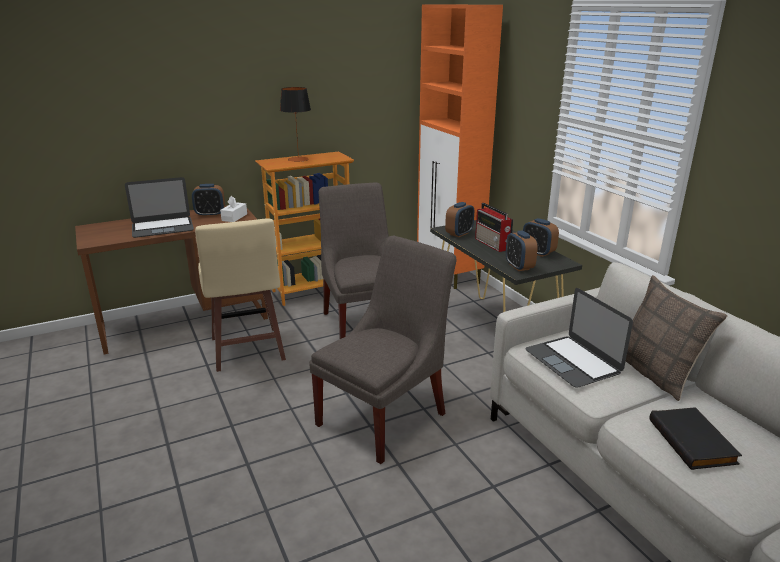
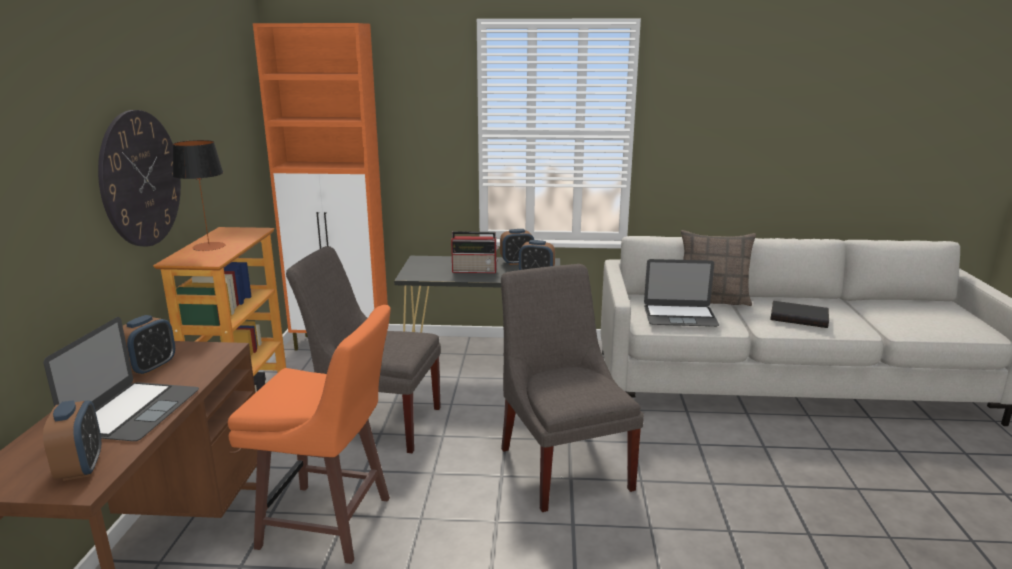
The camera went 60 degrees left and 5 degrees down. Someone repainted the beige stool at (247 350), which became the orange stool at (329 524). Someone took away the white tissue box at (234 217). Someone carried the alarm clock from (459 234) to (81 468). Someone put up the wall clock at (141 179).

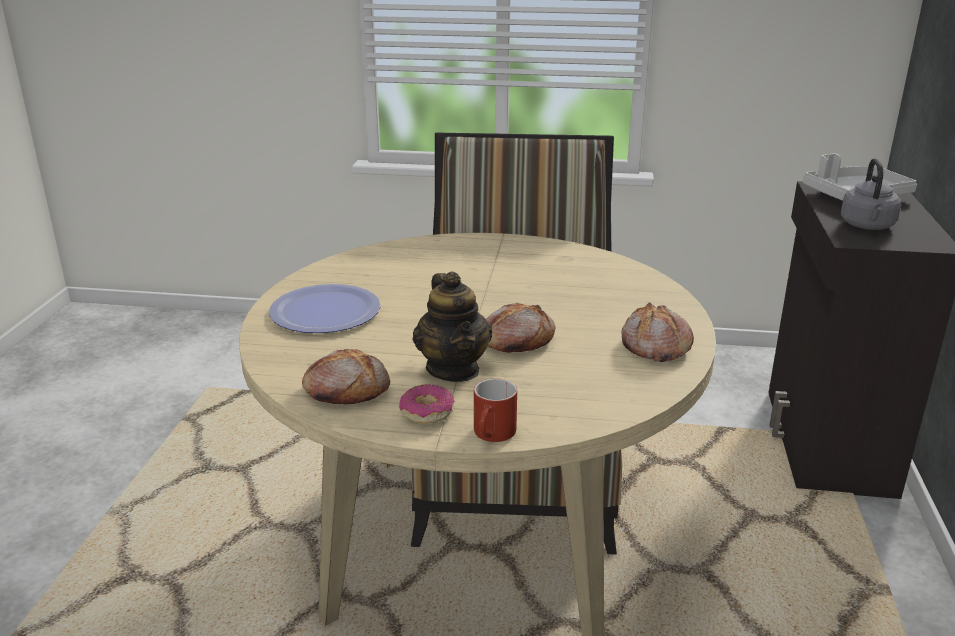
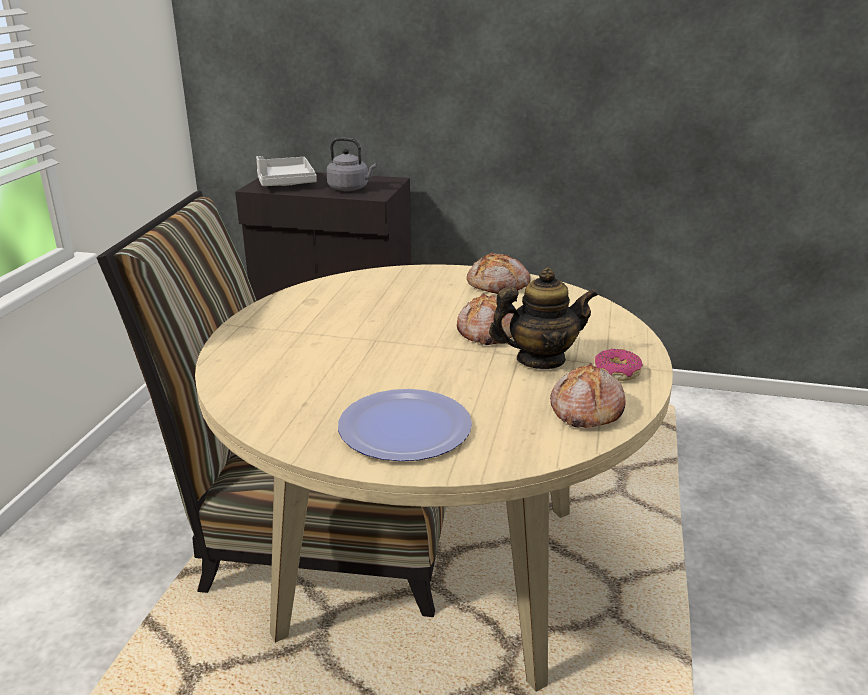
The camera went 85 degrees left and 0 degrees up. Someone took away the red mug at (493 435).

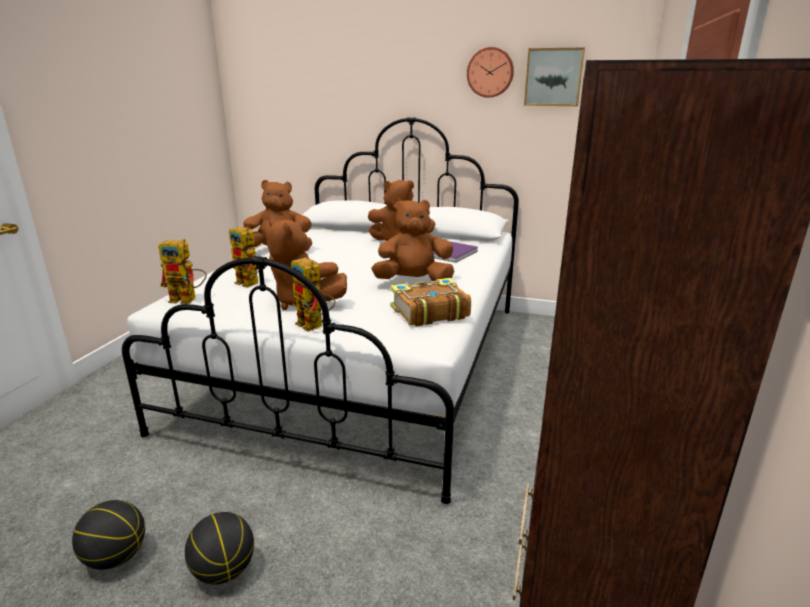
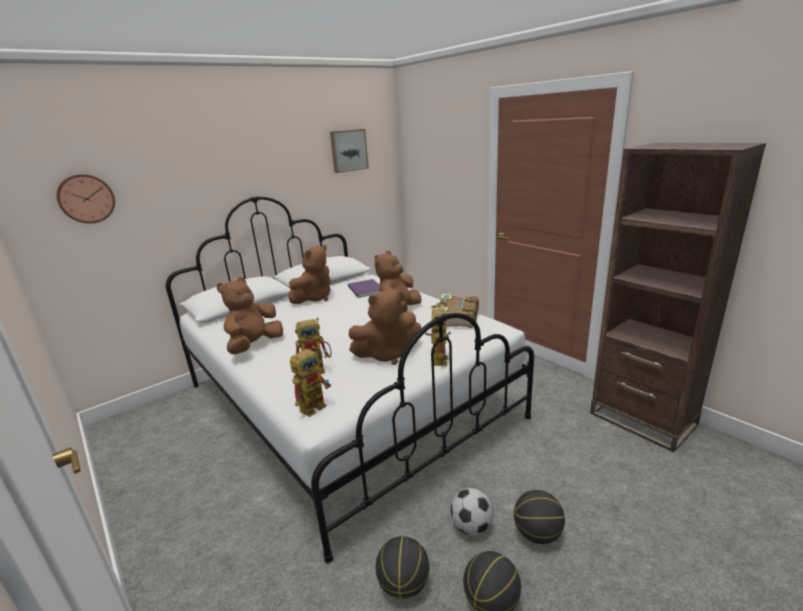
The camera went 55 degrees left and 0 degrees up. Someone rotated the toy robot at (314 326) by 75 degrees counterclockwise. Someone carried the wall clock from (490 72) to (86 198). Someone put down the basketball at (403 584). Someone put down the football at (471 527).

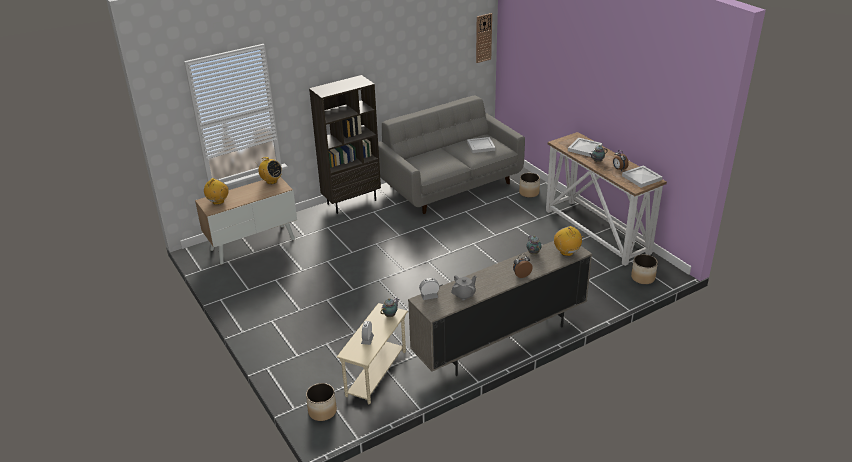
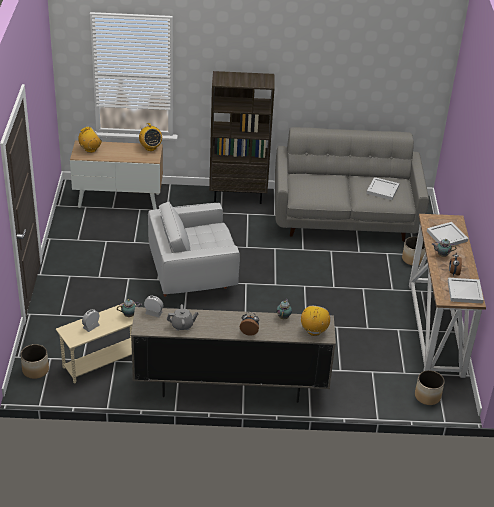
The camera went 30 degrees right and 5 degrees up. Someone took away the wall clock at (483 38). Someone put down the white armchair at (193 274).

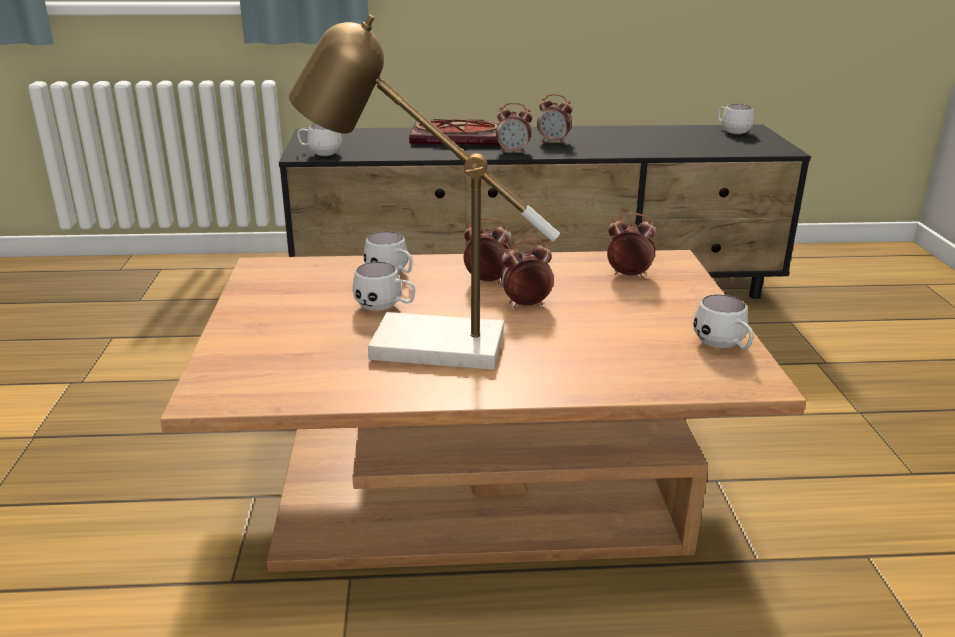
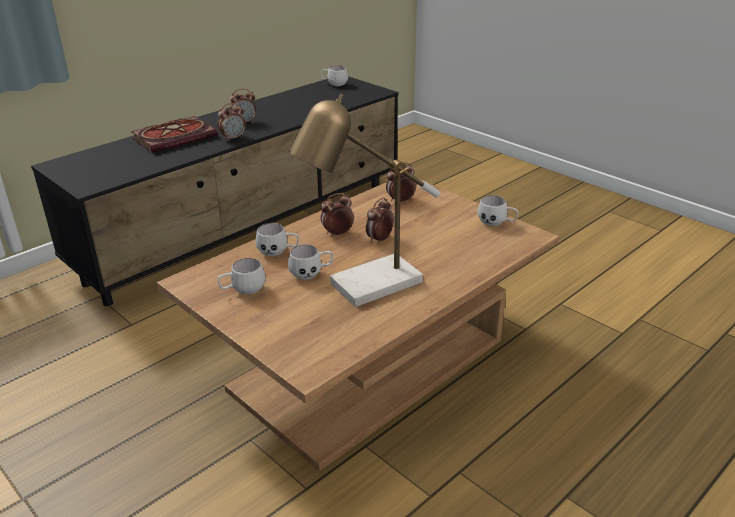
The camera went 40 degrees left and 5 degrees up. Someone carried the white mug from (319 153) to (242 291).

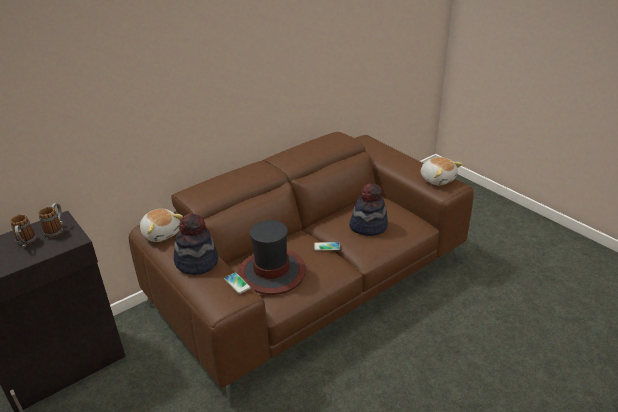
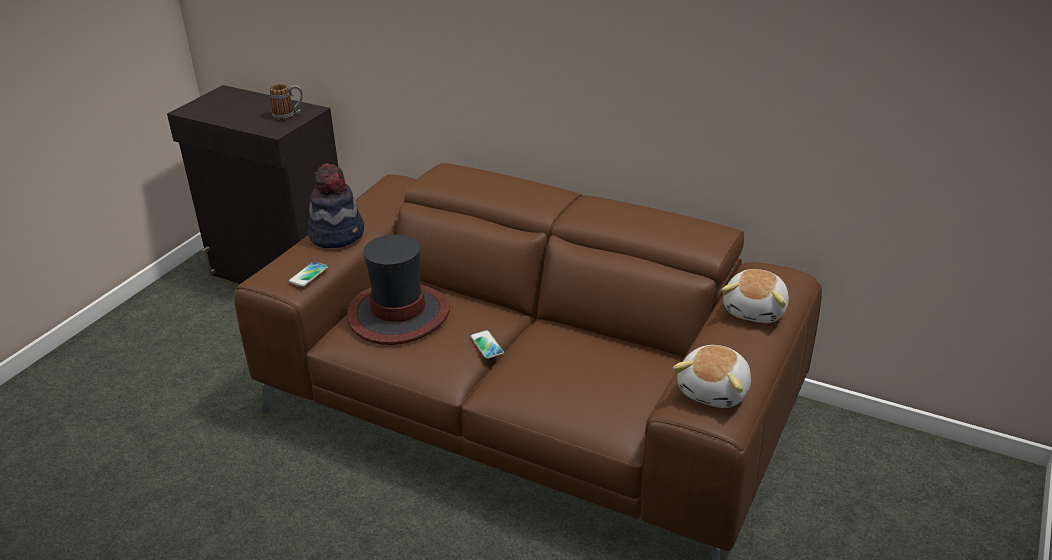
The camera went 65 degrees right and 0 degrees up. Someone took away the mug at (26 243). Someone carried the plush toy from (161 233) to (756 310). Someone took away the hat at (368 226).

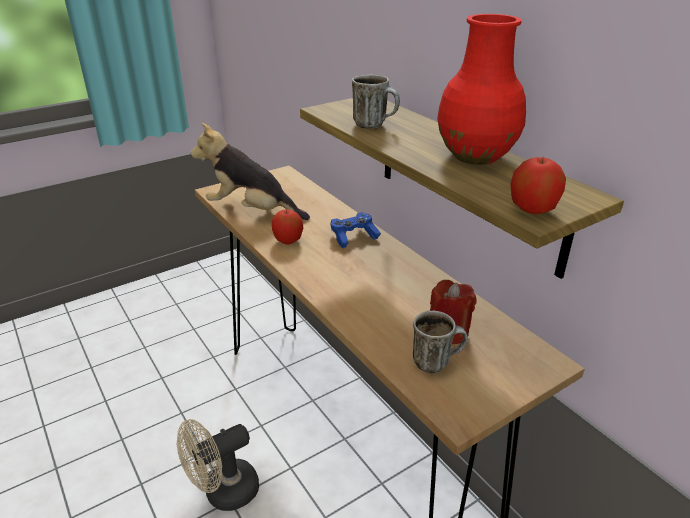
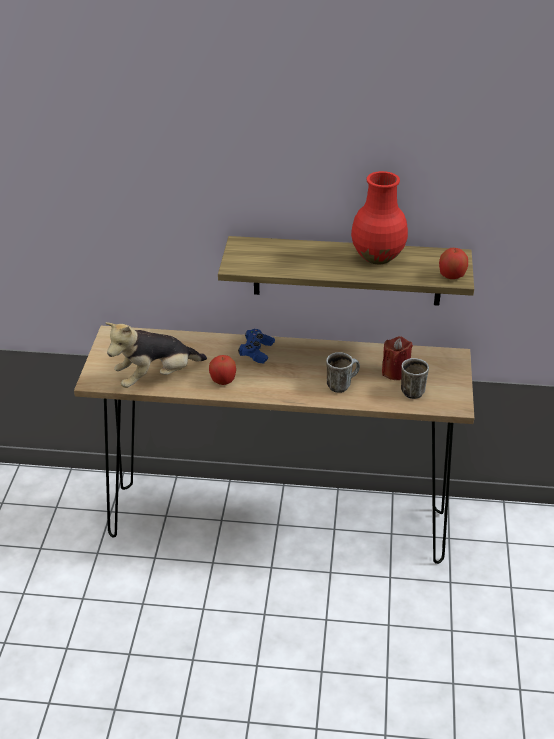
The camera went 50 degrees left and 5 degrees up. Someone took away the beige fan at (223 493). Someone carried the mug from (375 125) to (341 385).

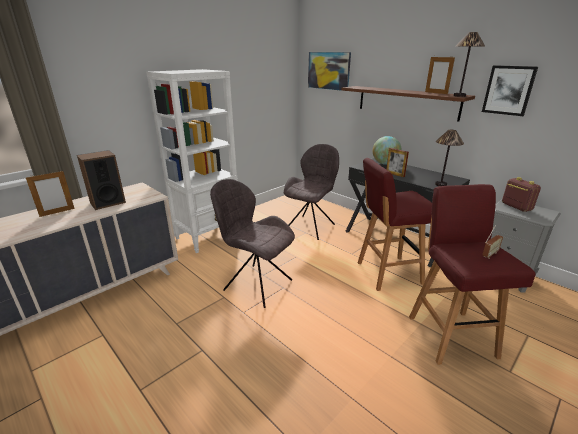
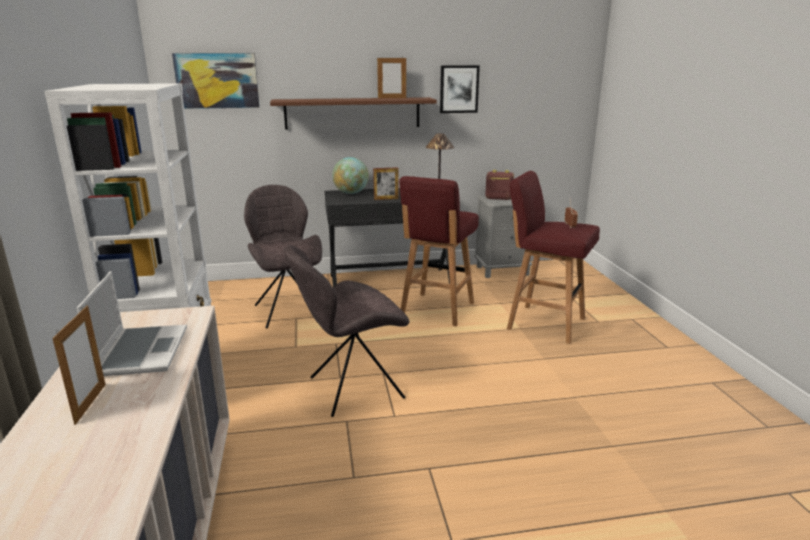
The camera went 55 degrees left and 5 degrees down. Someone swapped the speaker at (107 202) for the laptop at (141 351). Someone took away the table lamp at (459 96).

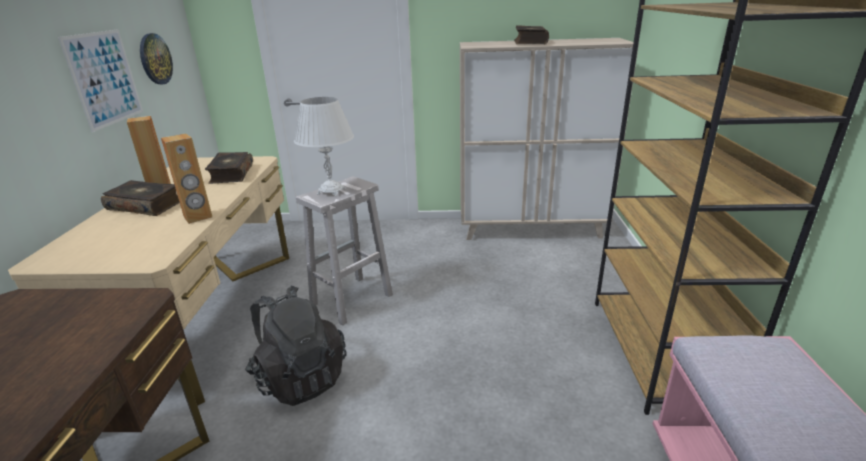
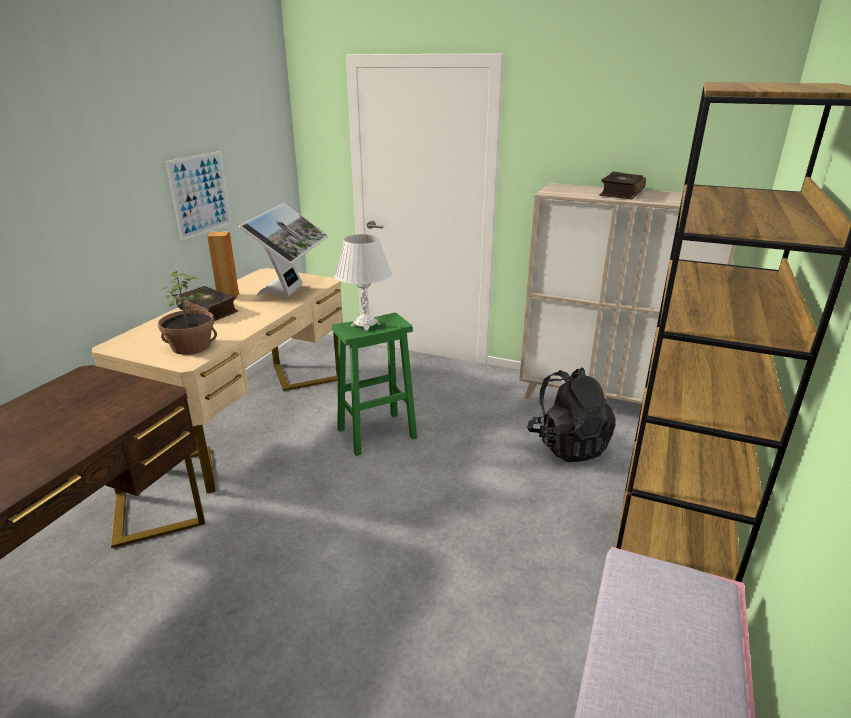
The camera went 20 degrees right and 0 degrees up. Someone took away the wall clock at (155 59). Someone took away the brown speaker at (198 217). Someone swapped the book at (231 174) for the monitor at (291 292). Someone carried the black backpack from (300 378) to (568 445). Someone repainted the white stool at (350 300), which became the green stool at (375 434). Someone put down the potted plant at (191 346).

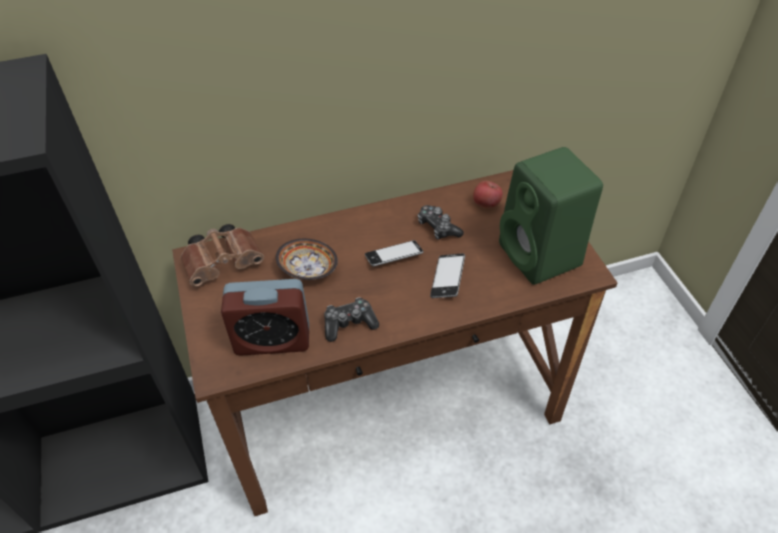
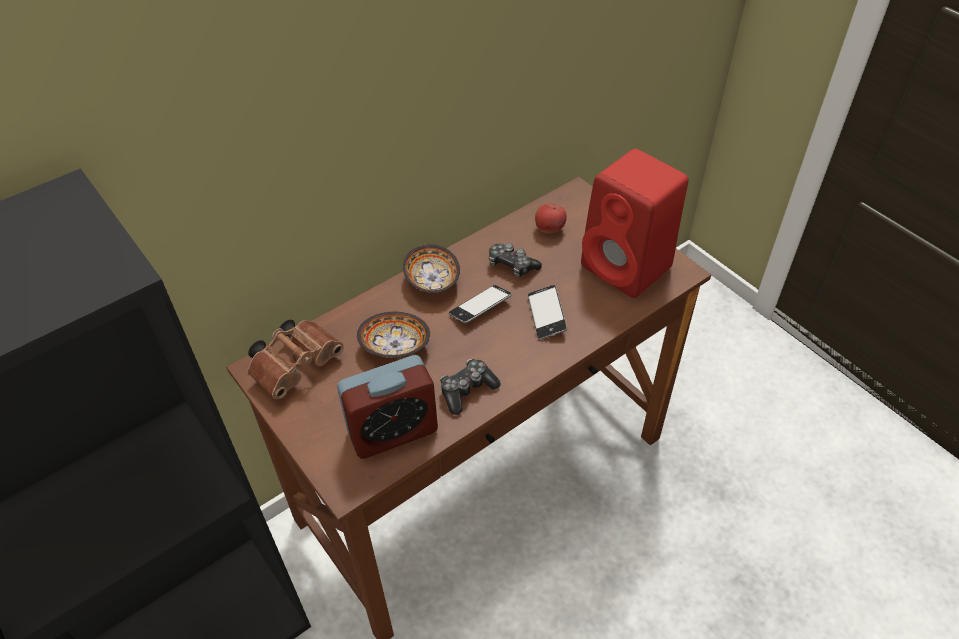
The camera went 20 degrees left and 0 degrees up. Someone repainted the green speaker at (541 256), which became the red speaker at (629 268). Someone put down the bowl at (433 280).

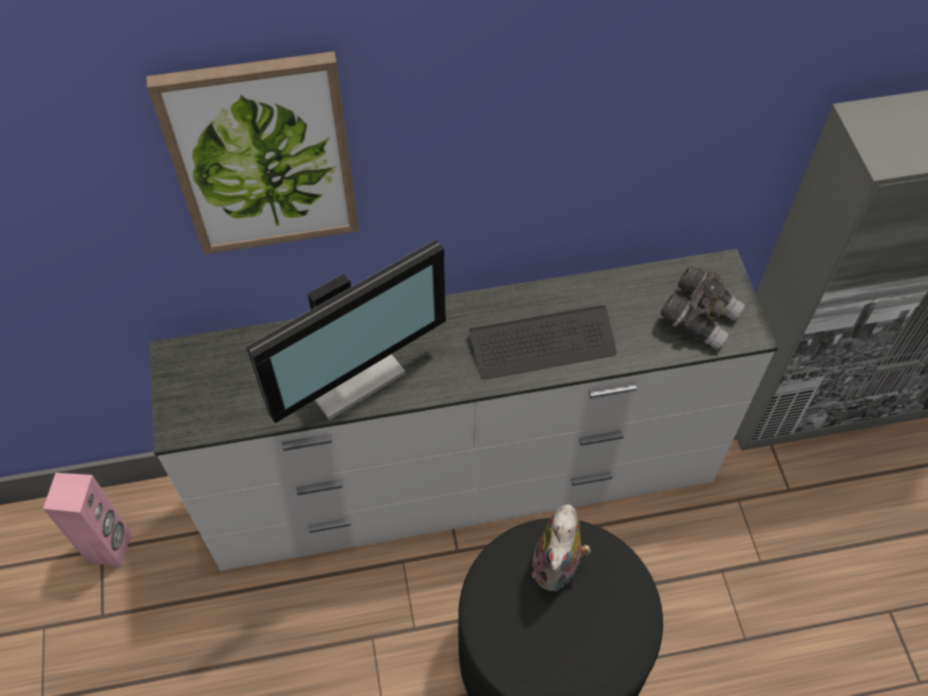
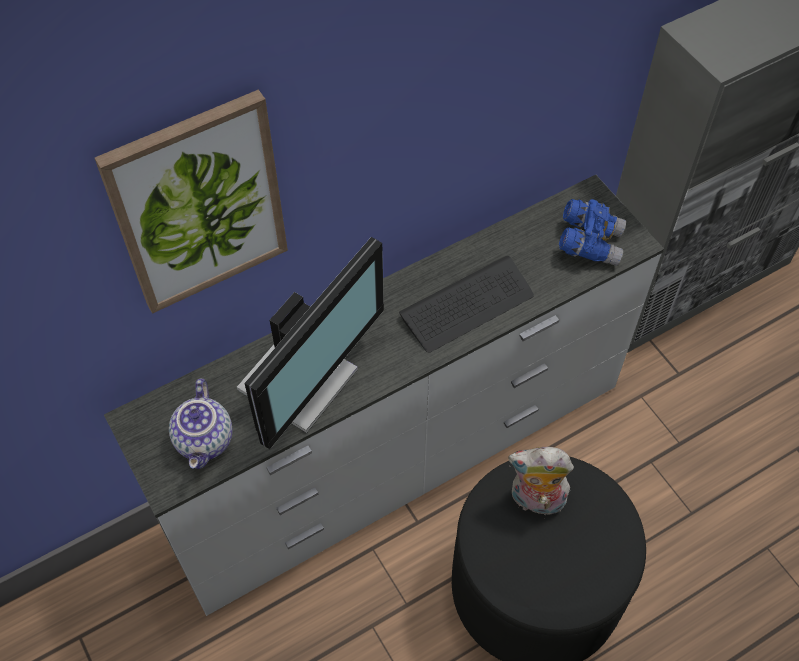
The camera went 20 degrees left and 0 degrees up. Someone took away the pink speaker at (110 547). Someone rotated the plush toy at (558 568) by 105 degrees clockwise. Someone repainted the grey binoculars at (698 317), which became the blue binoculars at (589 242). Someone put down the teapot at (206 440).

